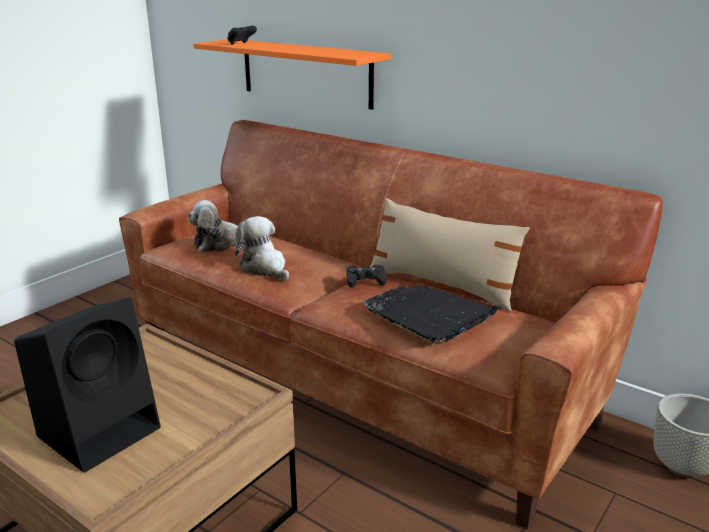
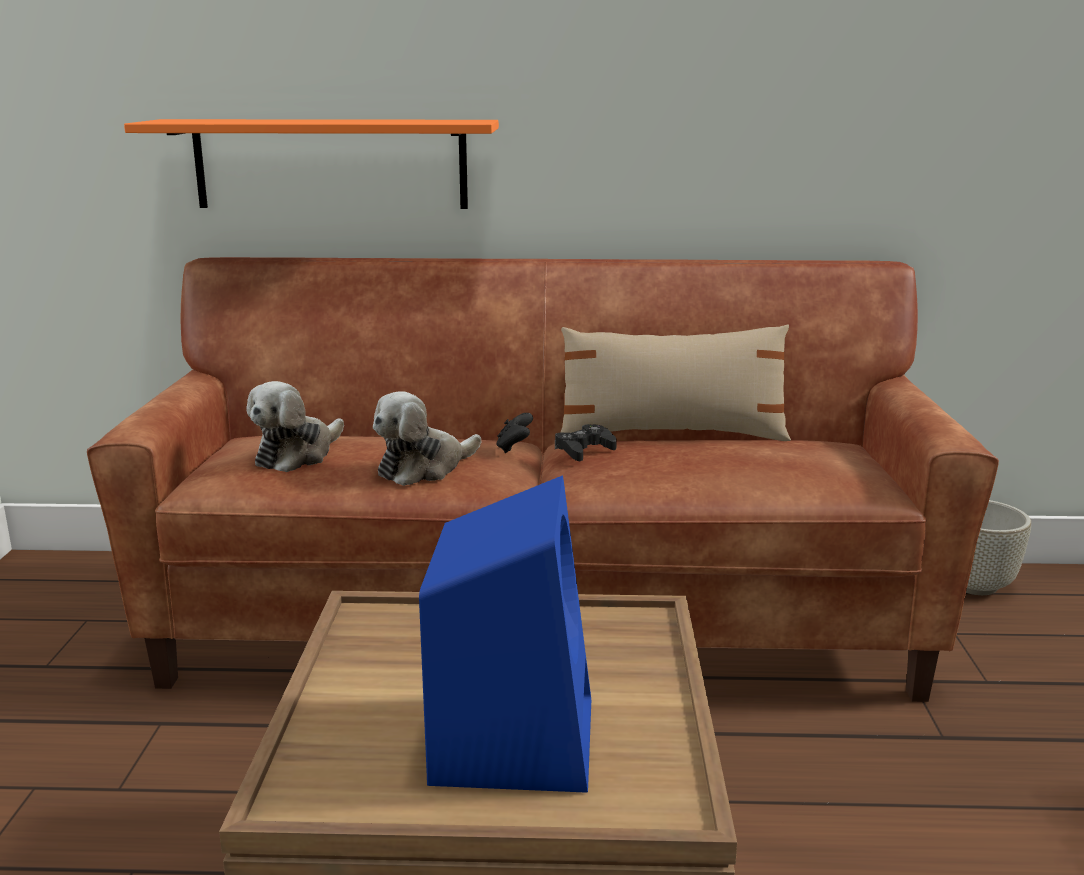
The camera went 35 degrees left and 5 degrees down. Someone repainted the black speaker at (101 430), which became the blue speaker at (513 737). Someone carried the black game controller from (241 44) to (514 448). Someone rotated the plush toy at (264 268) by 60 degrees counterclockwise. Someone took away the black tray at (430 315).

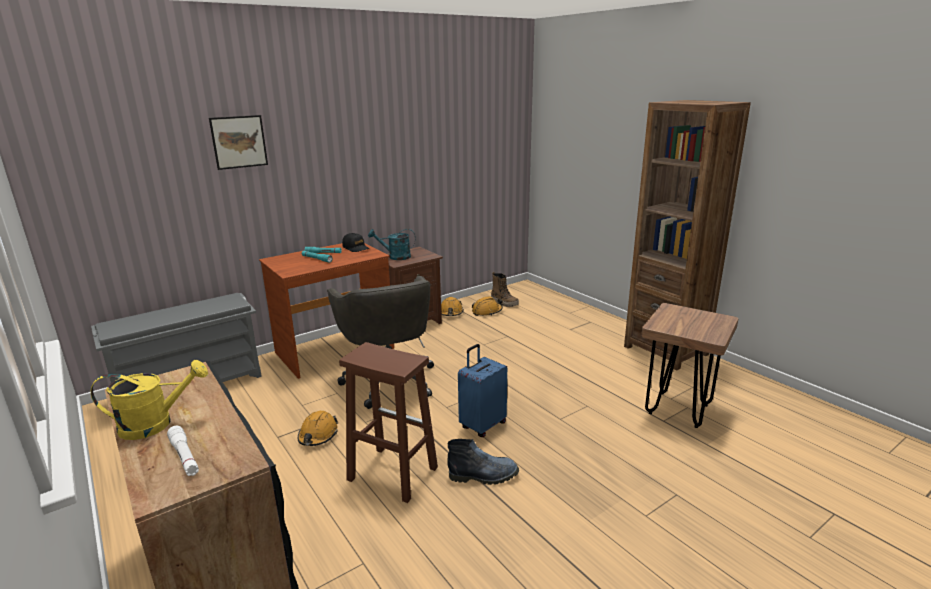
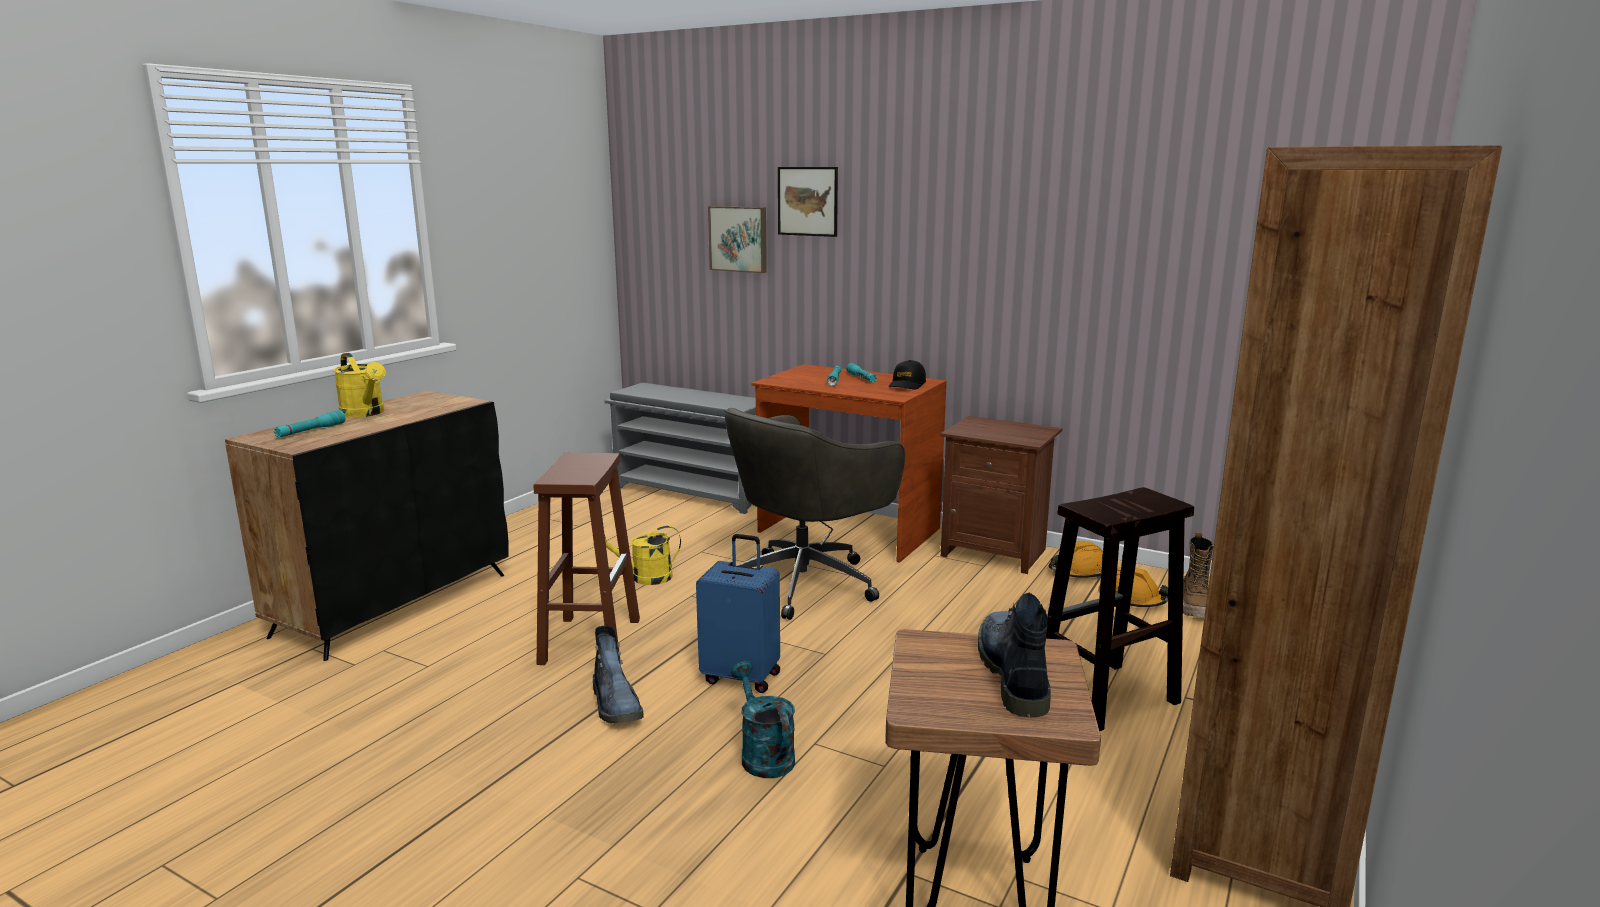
The camera went 65 degrees right and 5 degrees down. Someone repainted the white flashlight at (184 456), which became the turquoise flashlight at (311 431). Someone swapped the orange hard hat at (318 435) for the yellow watering can at (644 578). Someone carried the turquoise watering can from (395 257) to (763 754). Someone put up the picture at (739 239). Someone put down the boot at (1012 673). Someone put down the brown stool at (1105 697).

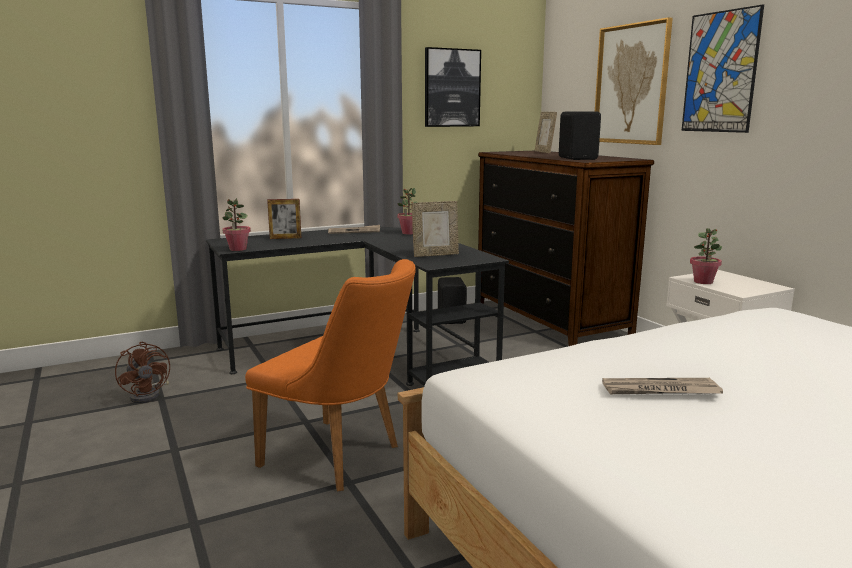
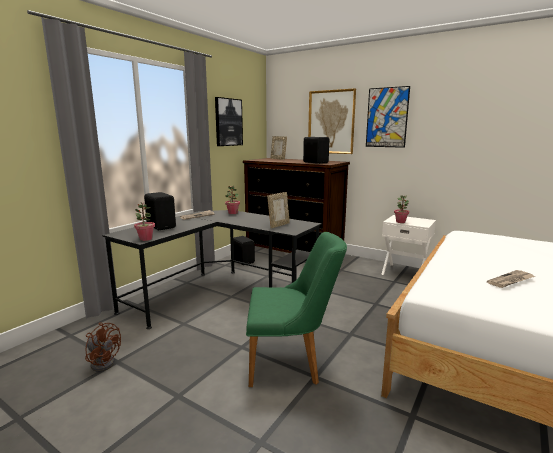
The camera went 30 degrees left and 0 degrees up. Someone repainted the orange chair at (341 458), which became the green chair at (291 363). Someone swapped the picture frame at (285 238) for the black speaker at (162 226).

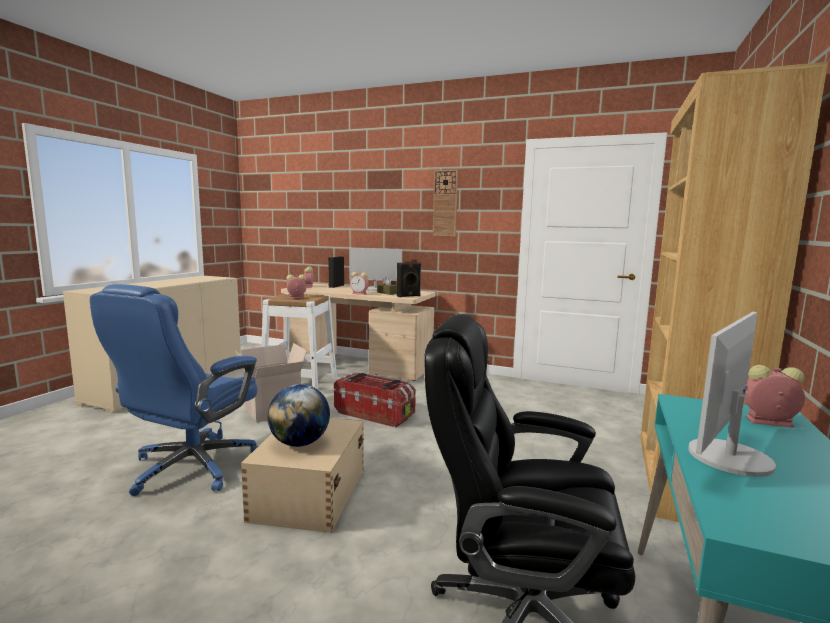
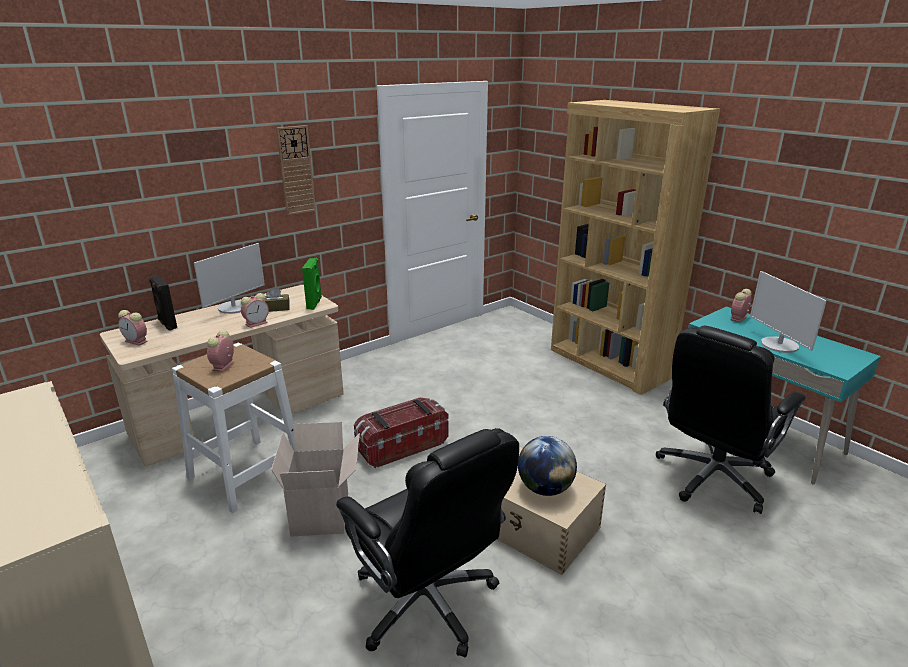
The camera went 60 degrees left and 15 degrees up. Someone repainted the blue office chair at (191 467), which became the black office chair at (427 603). Someone repainted the black speaker at (409 296), which became the green speaker at (315 303).

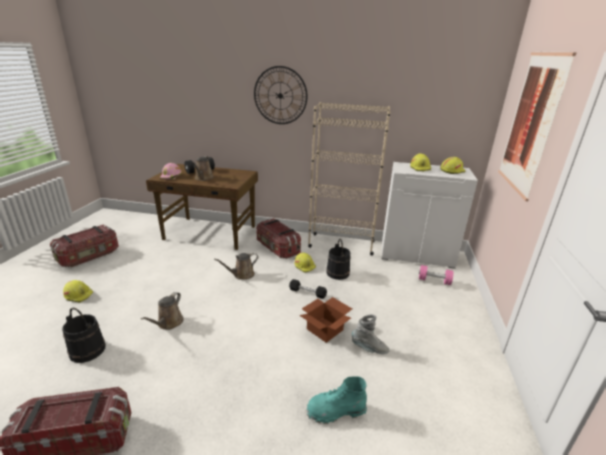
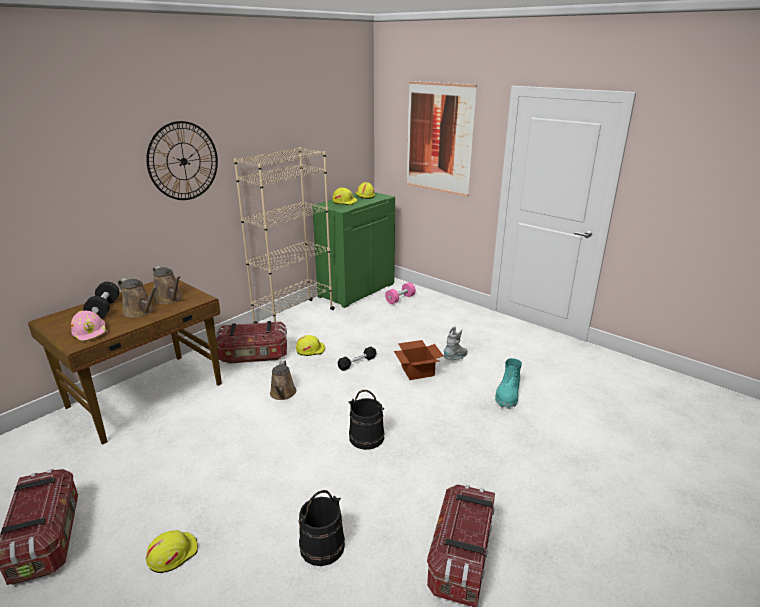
The camera went 60 degrees left and 0 degrees up. Someone carried the brown watering can from (168 323) to (169 299). Someone carried the black bucket from (338 273) to (366 437). Someone repainted the white cabinet at (416 254), which became the green cabinet at (356 290).

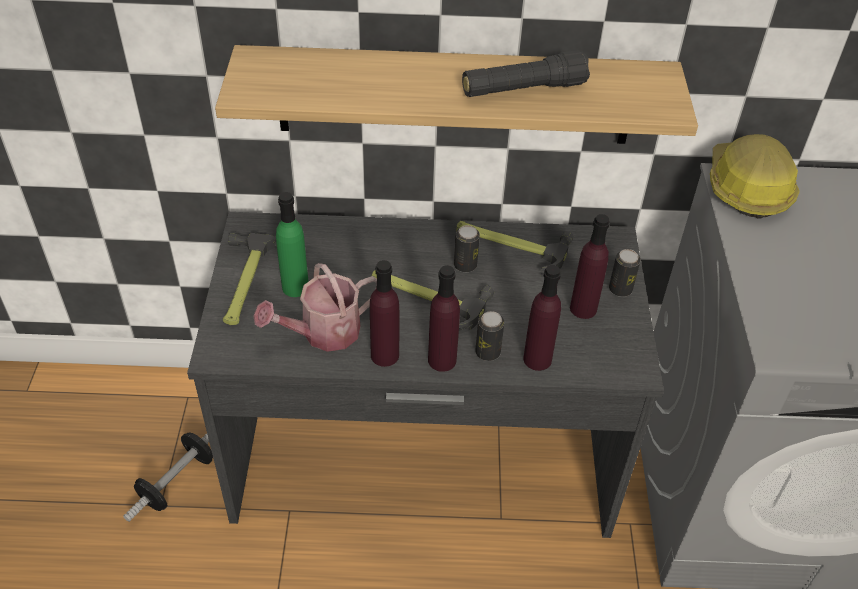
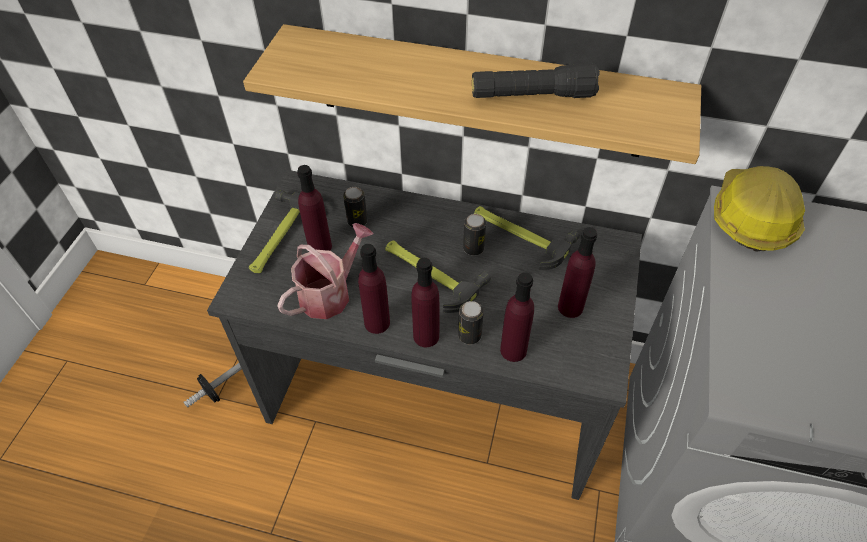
The camera went 15 degrees right and 5 degrees up. Someone rotated the watering can at (323 333) by 150 degrees clockwise. Someone repainted the green bottle at (295 287), which became the purple bottle at (320 246). Someone carried the can from (620 289) to (357 221).

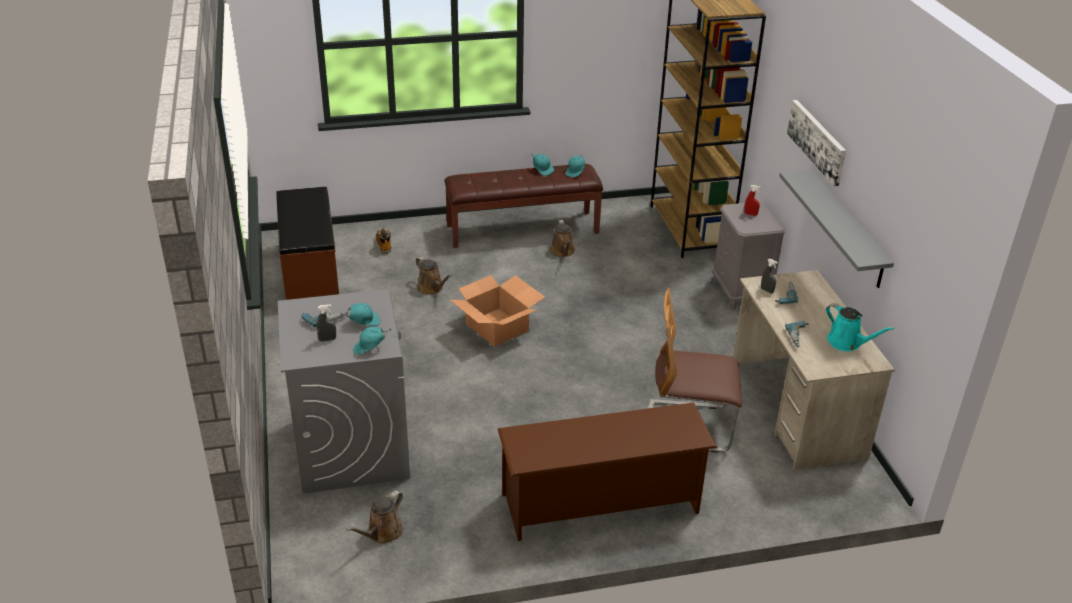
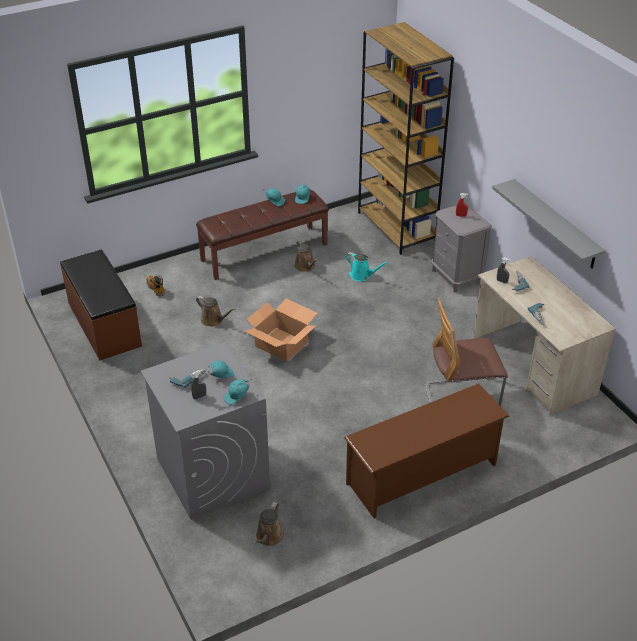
The camera went 15 degrees left and 5 degrees up. Someone took away the picture at (817 141). Someone carried the turquoise watering can from (847 343) to (362 275).

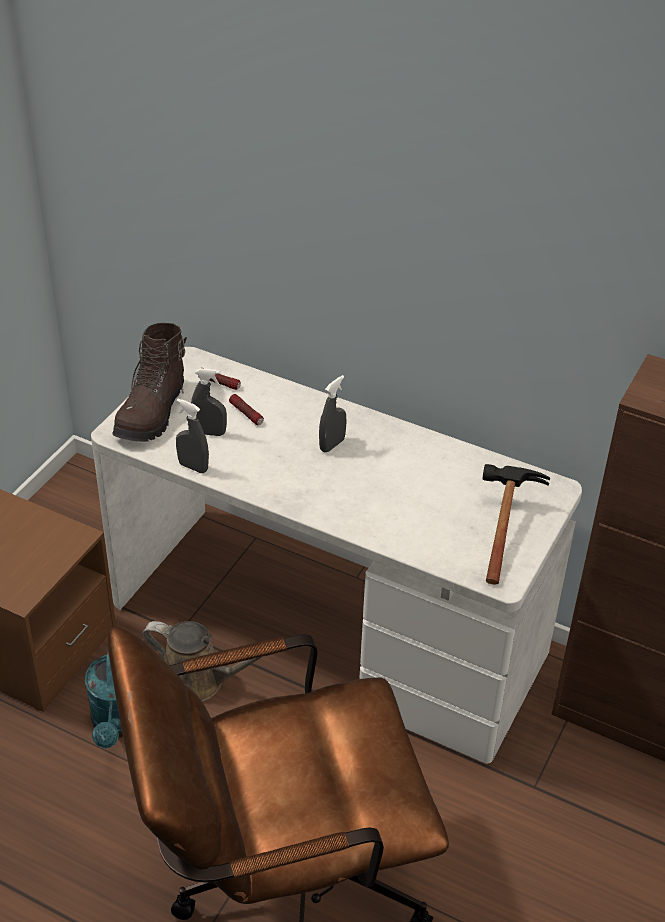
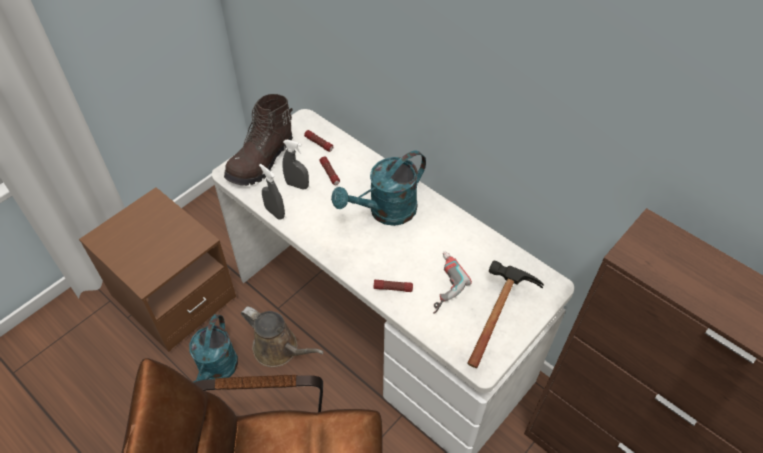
The camera went 15 degrees right and 10 degrees up. Someone swapped the grey spray bottle at (332 445) for the turquoise watering can at (385 212). Someone put down the flashlight at (393 288). Someone put down the power drill at (440 284).

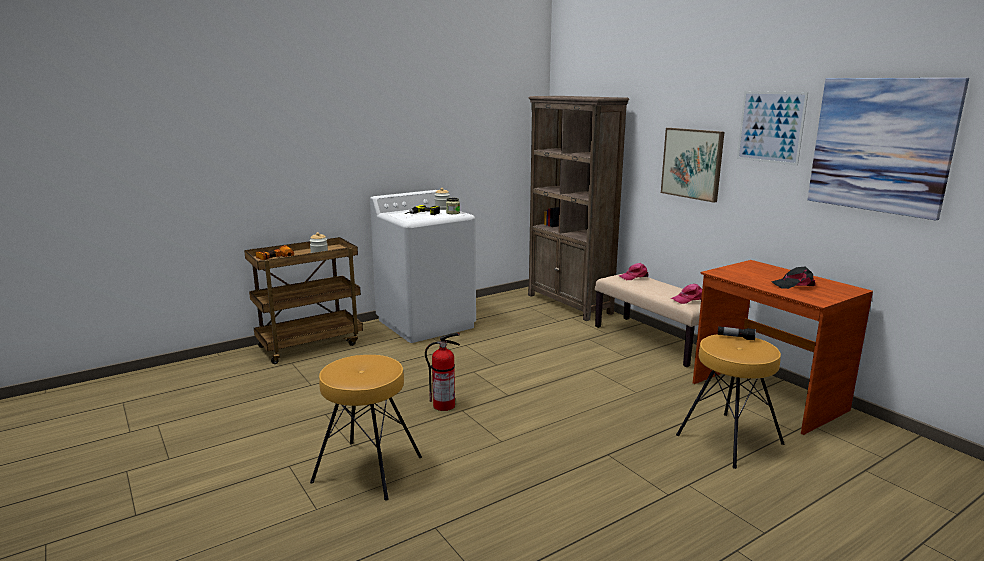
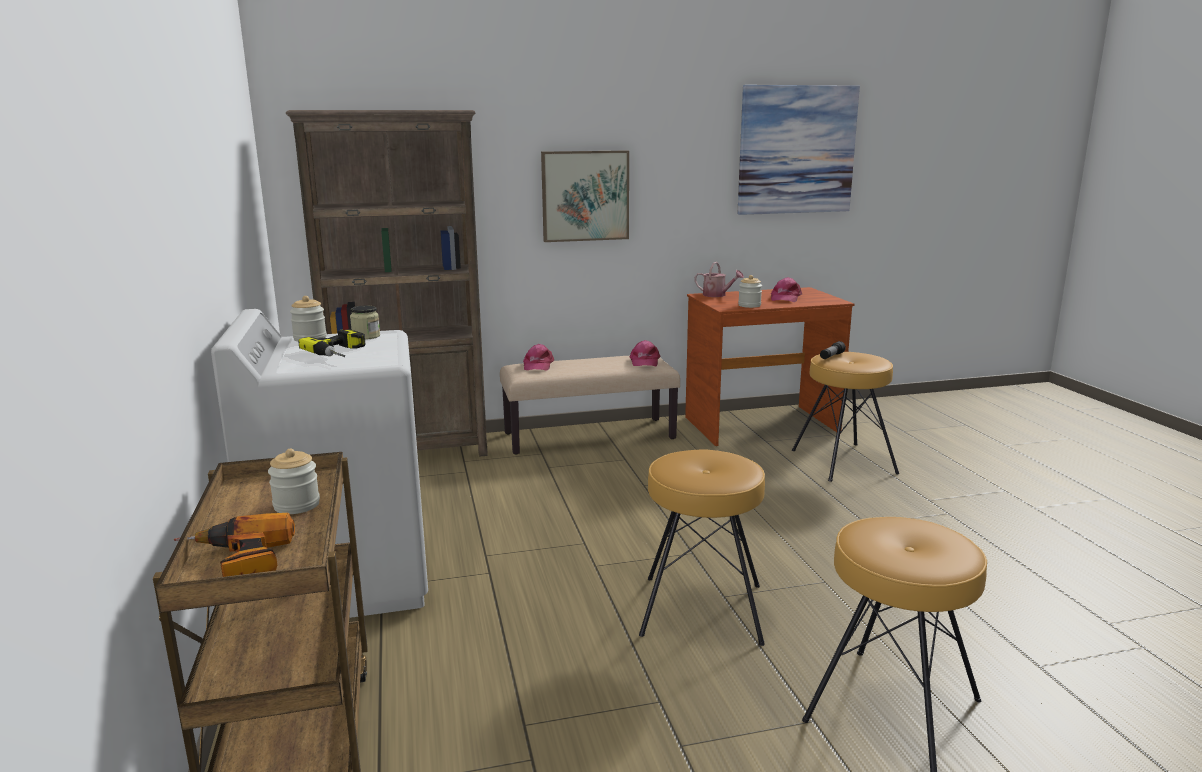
The camera went 70 degrees left and 0 degrees up. Someone swapped the fire extinguisher at (445 405) for the brown stool at (701 608). Someone took away the picture at (770 127). Someone repainted the black cap at (794 285), which became the pink cap at (785 298). Someone put down the watering can at (717 295). Someone put down the jar at (749 305).

